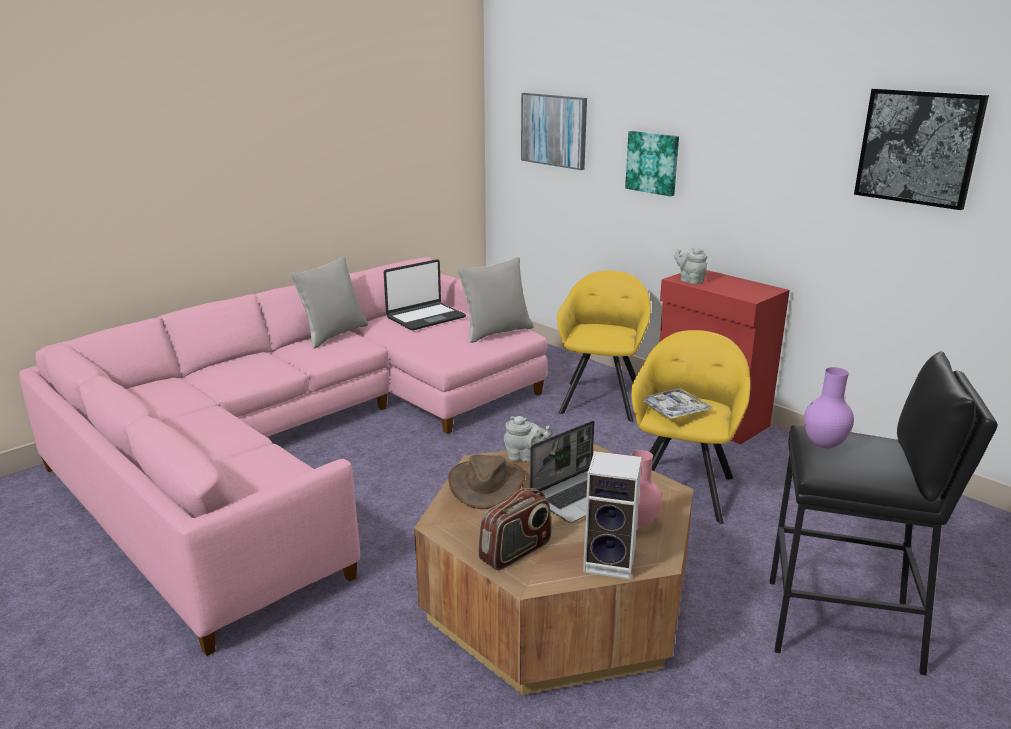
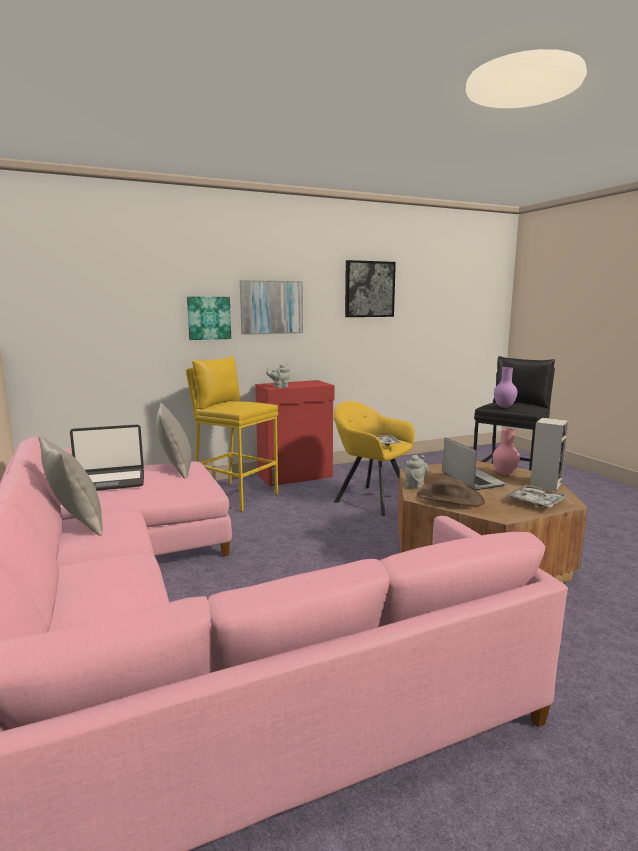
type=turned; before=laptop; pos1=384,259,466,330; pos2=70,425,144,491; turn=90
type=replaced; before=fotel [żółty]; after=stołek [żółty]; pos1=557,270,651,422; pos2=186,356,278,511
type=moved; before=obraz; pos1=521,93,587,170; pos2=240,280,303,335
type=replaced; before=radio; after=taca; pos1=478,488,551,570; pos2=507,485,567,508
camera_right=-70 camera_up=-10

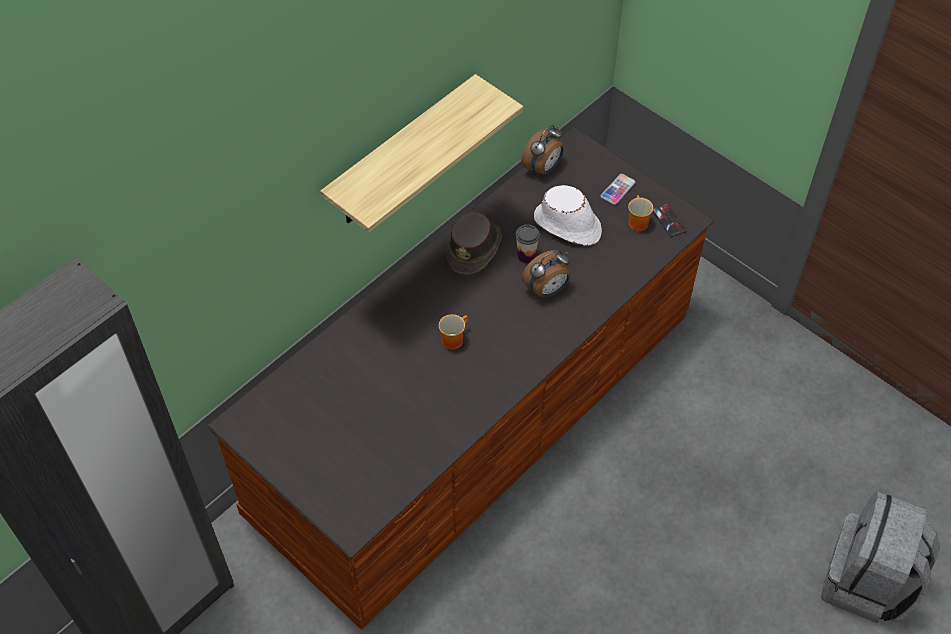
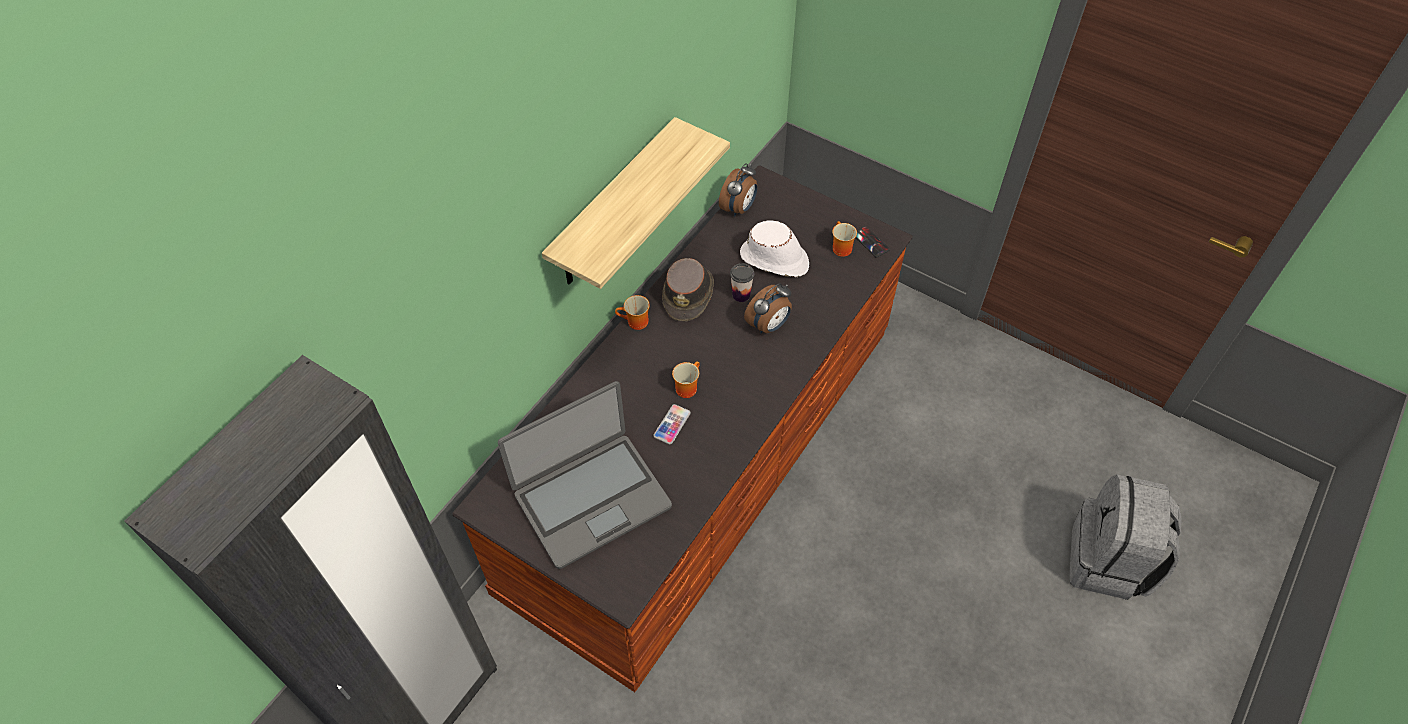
type=added; after=laptop; pos2=498,381,672,569
type=added; after=kubek; pos2=615,295,650,330
type=moved; before=telefon; pos1=600,174,636,205; pos2=653,404,691,444
camera_right=-10 camera_up=0

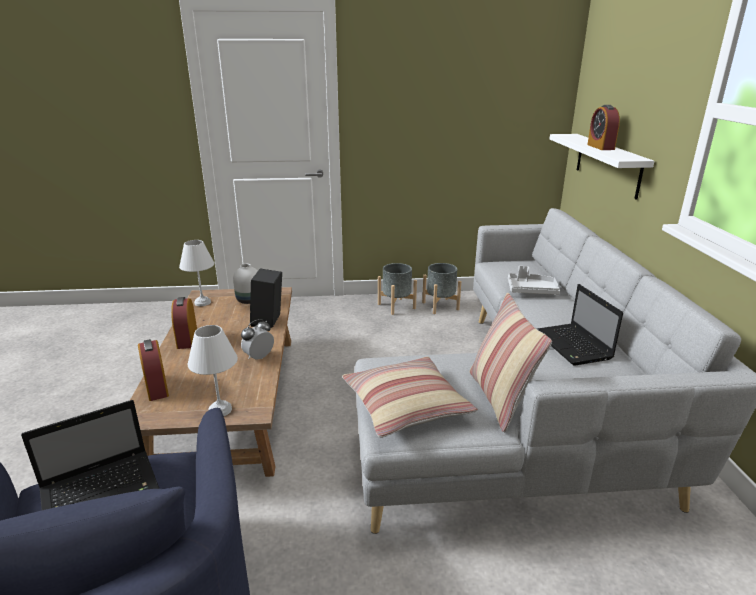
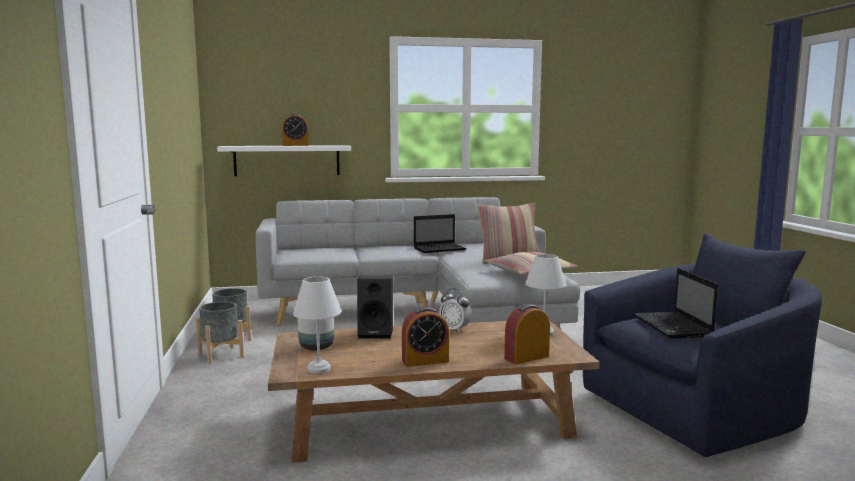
type=turned; before=laptop; pos1=21,400,159,510; pos2=633,268,718,339; turn=-150
type=removed; before=taca [szary]; pos1=508,266,560,295
camera_right=-95 camera_up=-15

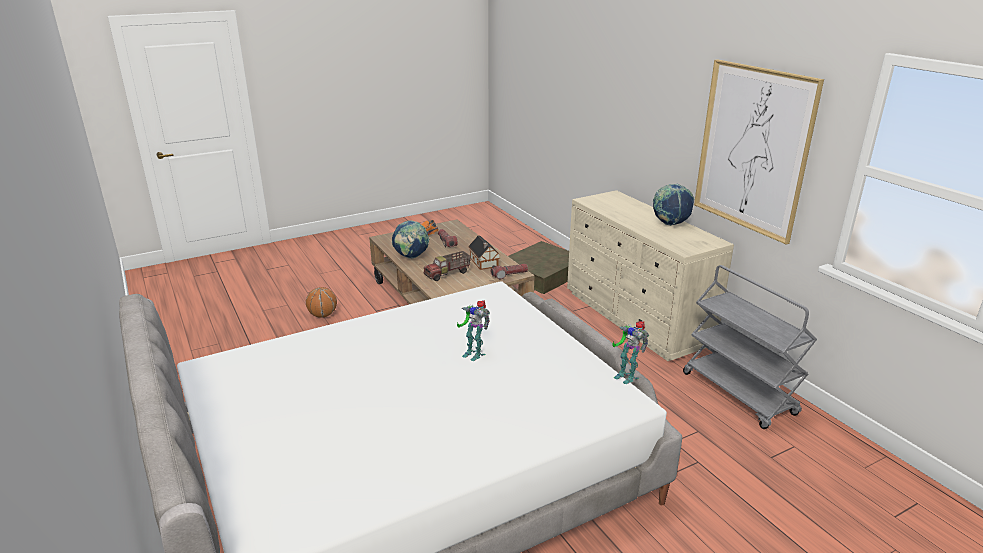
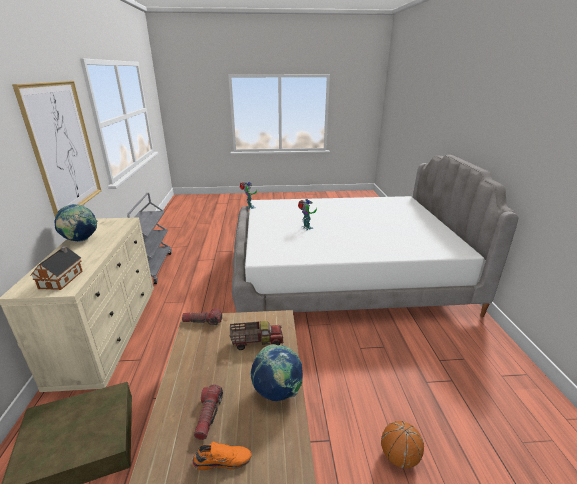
type=moved; before=domek; pos1=468,235,500,270; pos2=30,246,82,290
camera_right=-155 camera_up=0

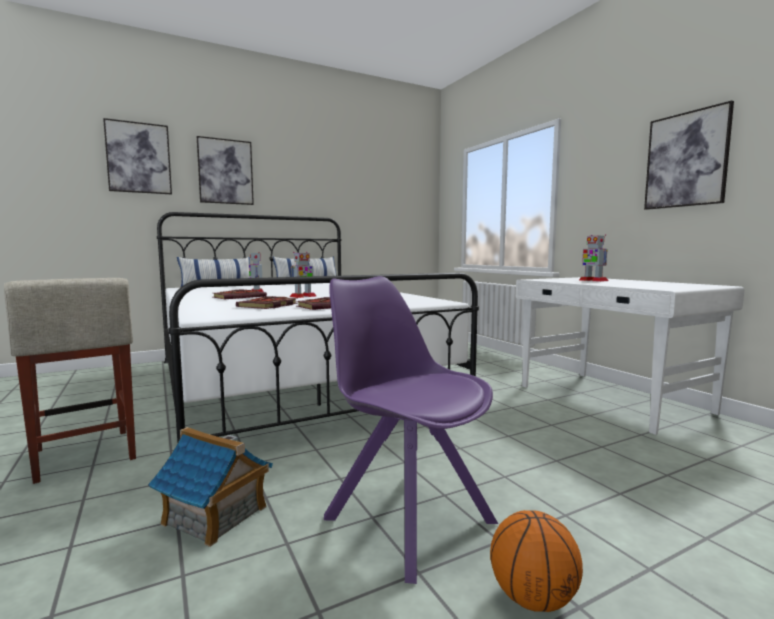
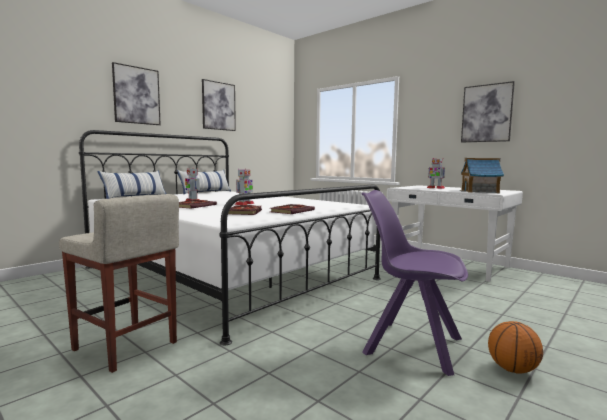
type=moved; before=obraz; pos1=103,118,172,194; pos2=202,79,236,131
type=moved; before=domek; pos1=148,427,273,547; pos2=460,158,504,193
camera_right=-20 camera_up=0

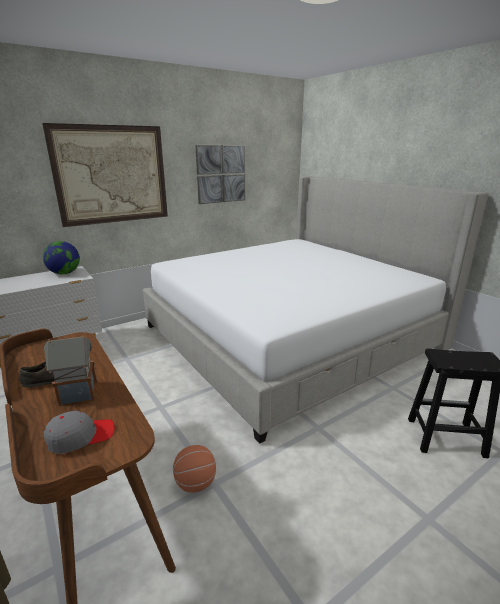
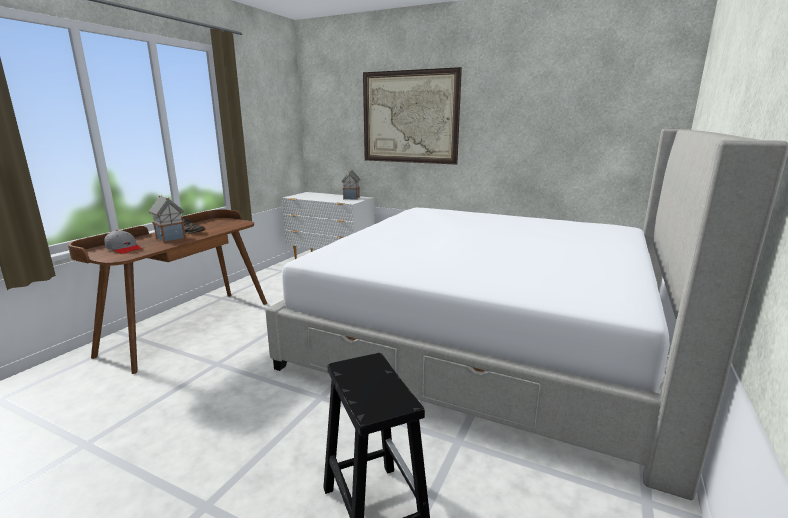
type=replaced; before=globus; after=domek; pos1=43,241,80,274; pos2=342,170,360,200
type=removed; before=piłka do koszykówki; pos1=173,445,216,493
type=removed; before=obraz; pos1=196,145,245,204
camera_right=60 camera_up=-5

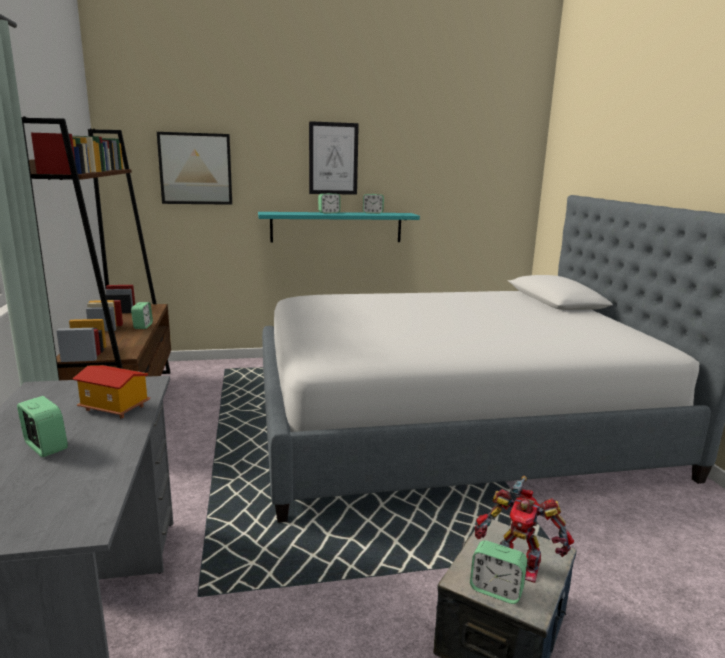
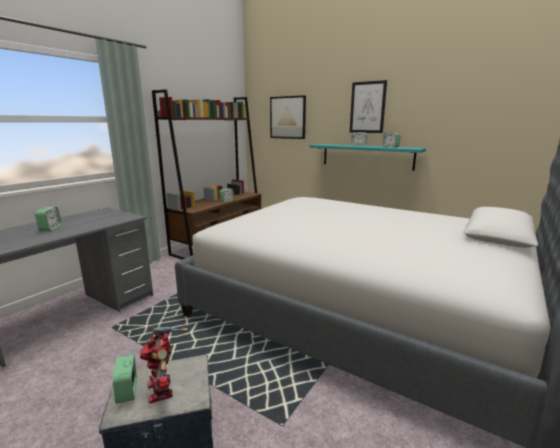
type=removed; before=domek; pos1=72,365,151,418
camera_right=45 camera_up=0

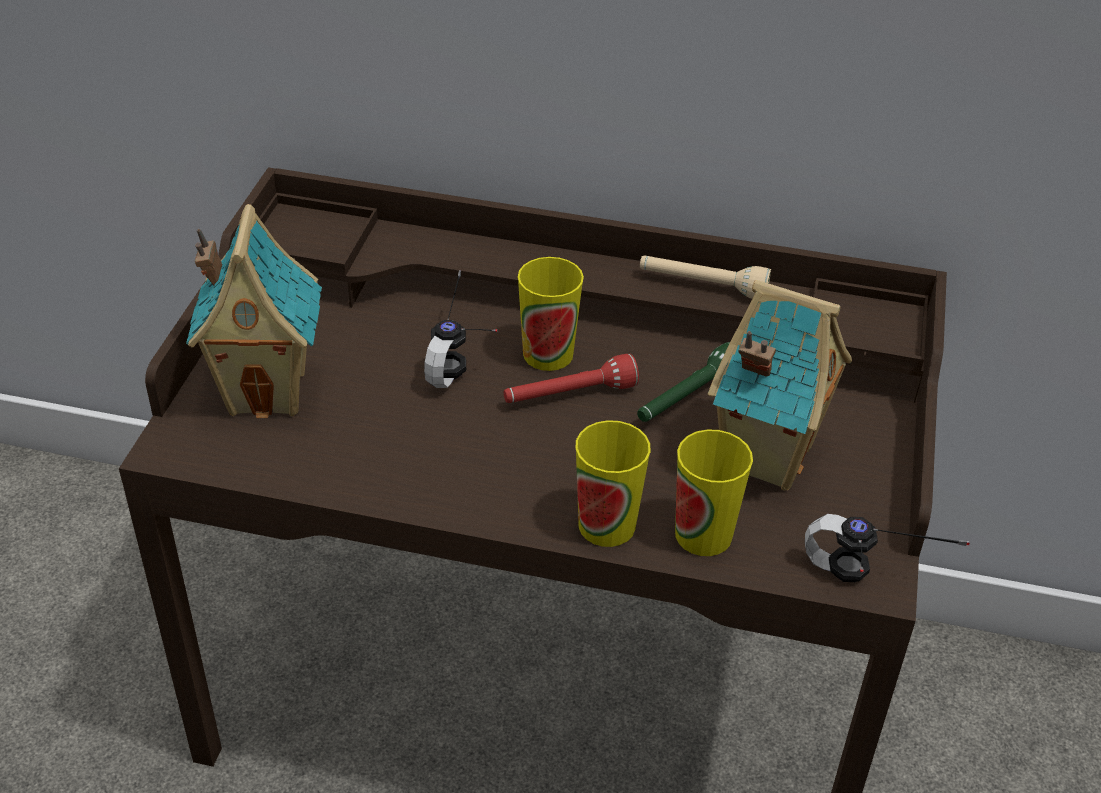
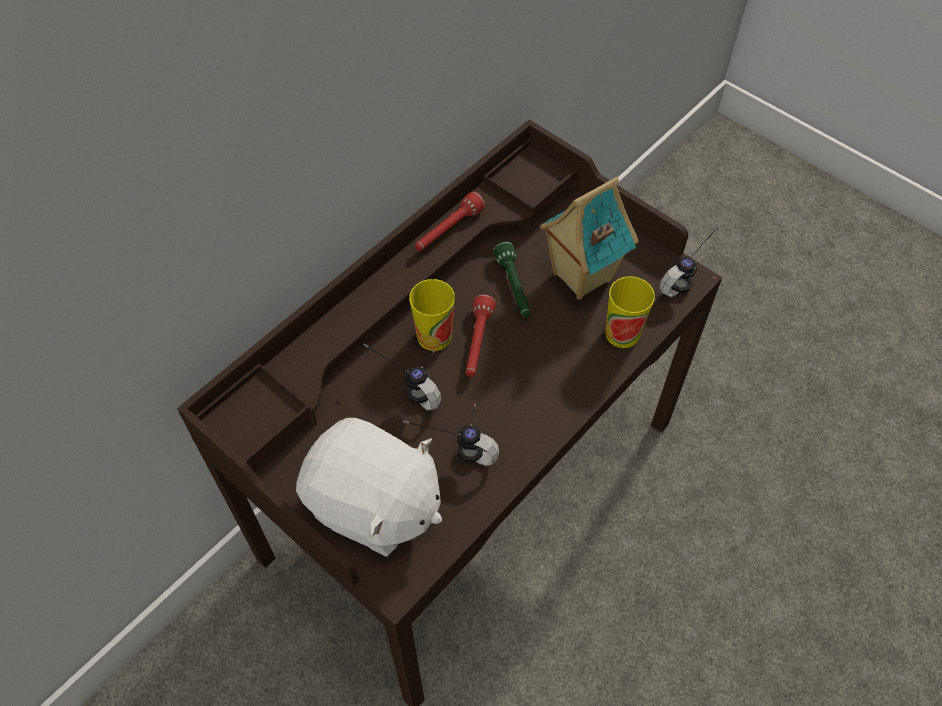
type=replaced; before=domek; after=pluszak [biały]; pos1=186,204,322,418; pos2=296,418,442,557
type=added; after=słuchawki; pos2=403,404,499,466
type=recoloured; before=latarka [beżowy]; after=latarka [czerwony]; pos1=640,256,771,299; pos2=415,191,485,251
type=removed; before=filiżanka; pos1=575,420,650,547
camera_right=-60 camera_up=15

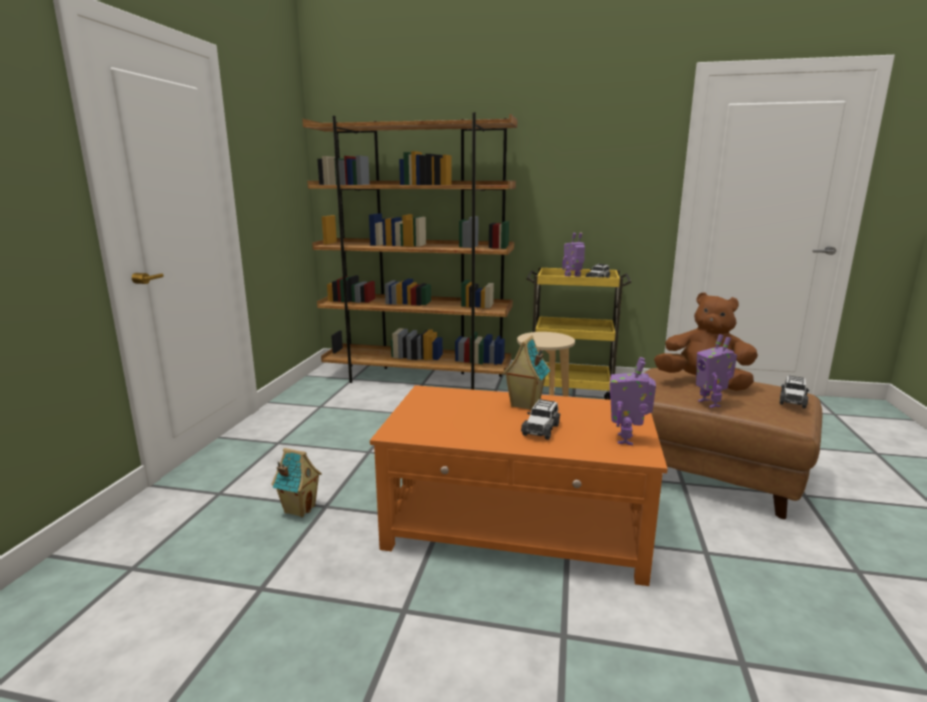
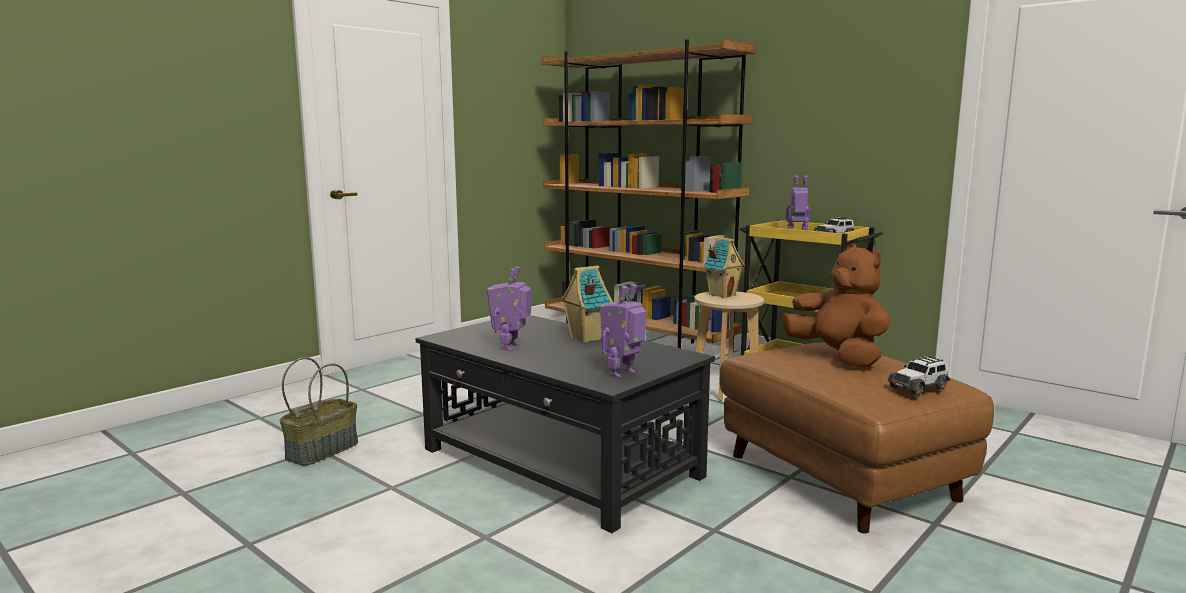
type=added; after=koszyk; pos2=280,357,358,465
type=recoloured; before=ława [pomarańczowy]; after=ława [czarny]; pos1=370,385,668,586; pos2=416,315,715,533
type=moved; before=robot zabawkowy; pos1=696,334,737,408; pos2=487,266,531,351
type=moved; before=domek; pos1=271,448,322,517; pos2=702,237,745,298
type=removed; before=samochodzik; pos1=521,399,560,440
camera_right=30 camera_up=-5

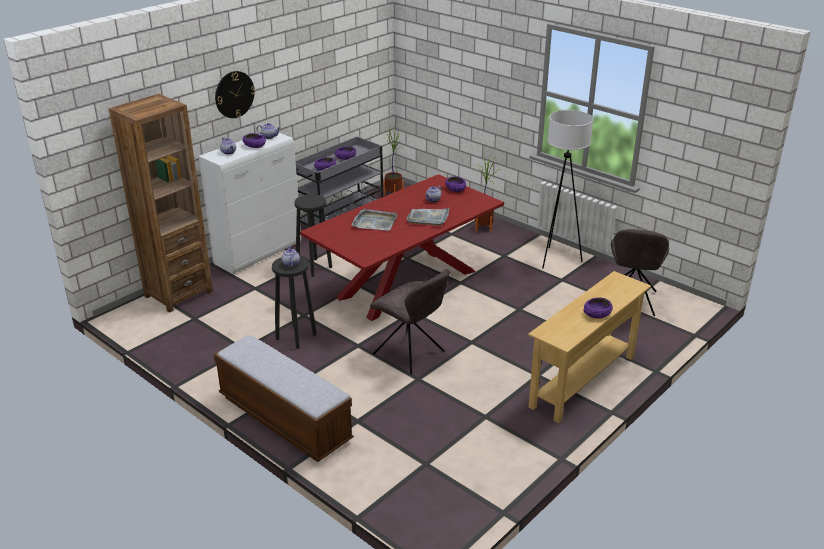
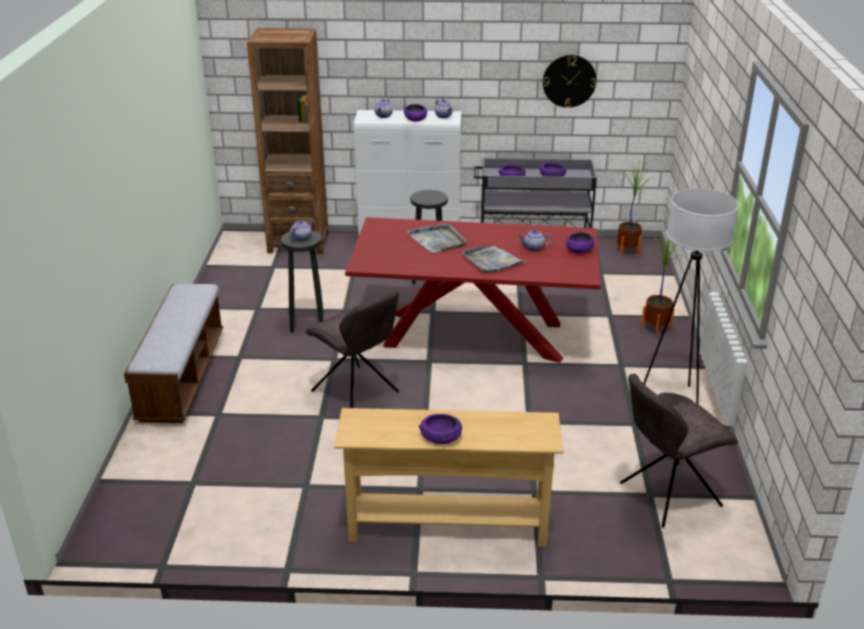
type=turned; before=krzesło [szary]; pos1=370,269,450,374; pos2=306,290,399,408; turn=-45
type=moved; before=zegar ścienny; pos1=215,71,255,118; pos2=543,55,597,108
camera_right=50 camera_up=0

